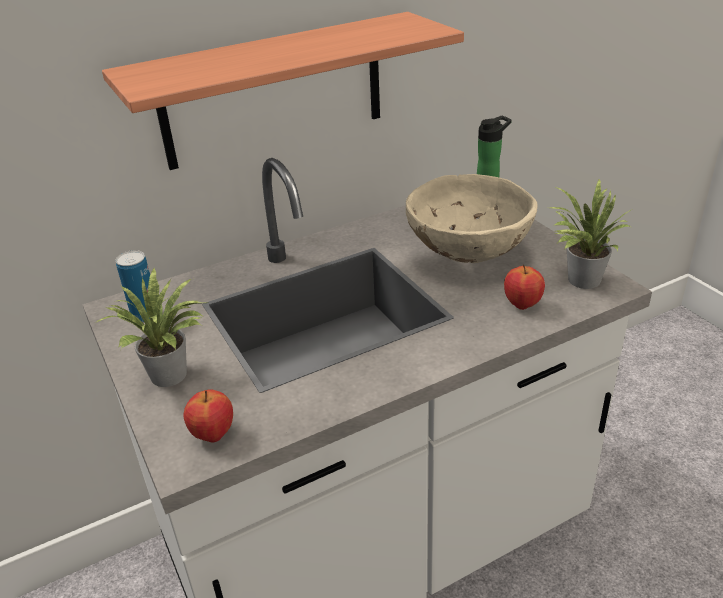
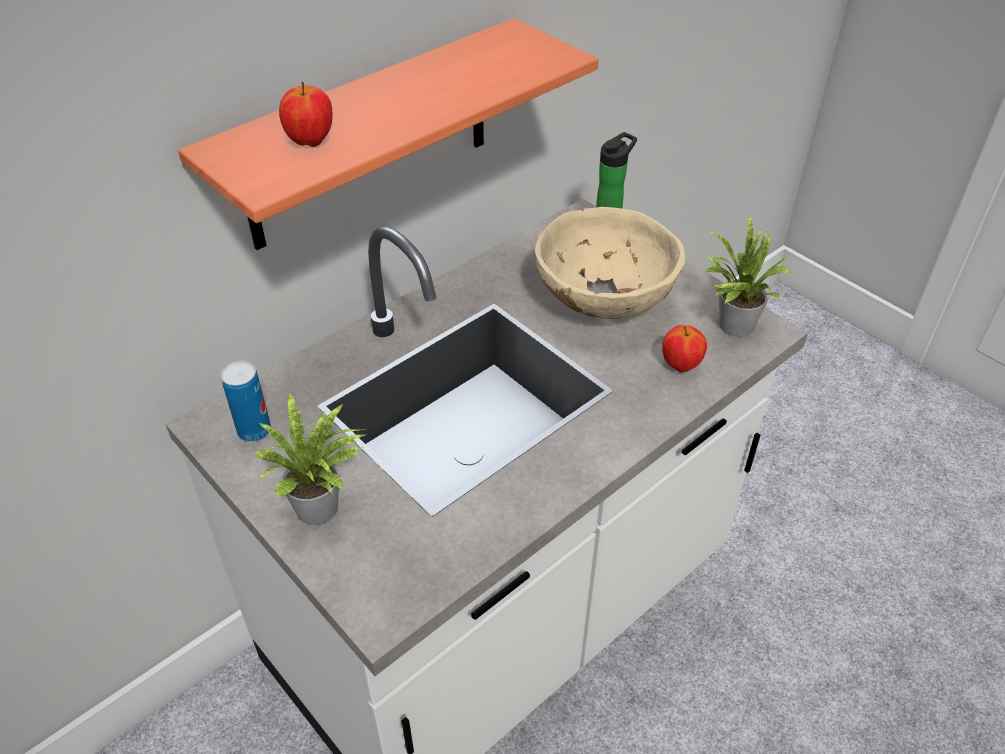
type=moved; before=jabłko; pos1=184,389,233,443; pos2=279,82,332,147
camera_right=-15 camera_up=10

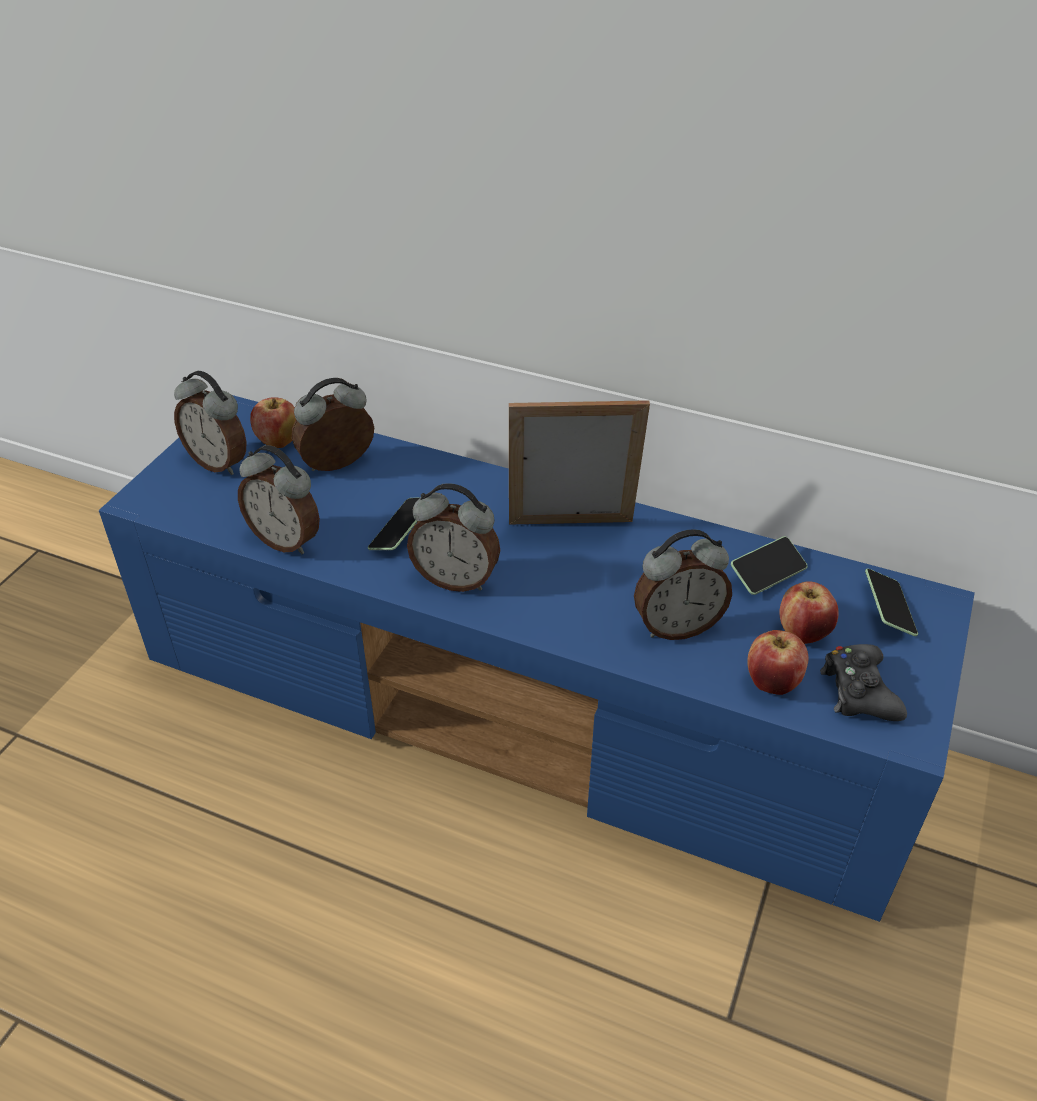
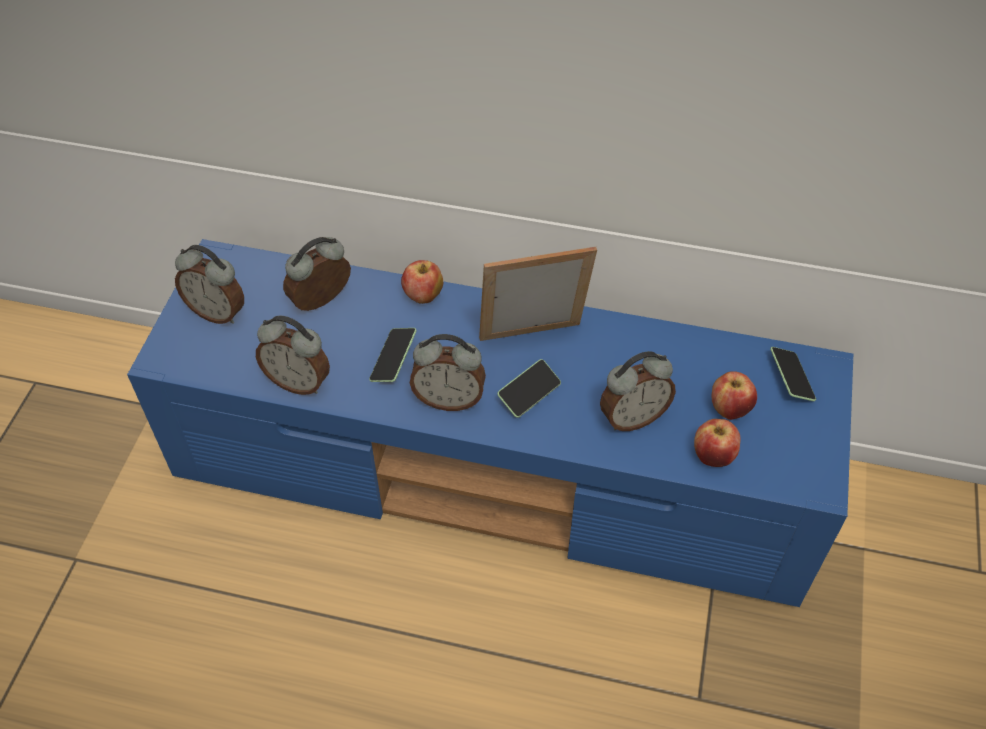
type=moved; before=jabłko; pos1=250,397,296,448; pos2=401,260,443,304
type=moved; before=telefon; pos1=731,536,807,595; pos2=497,359,561,418
type=removed; before=pad do gier [czarny]; pos1=820,644,907,721
camera_right=-10 camera_up=10

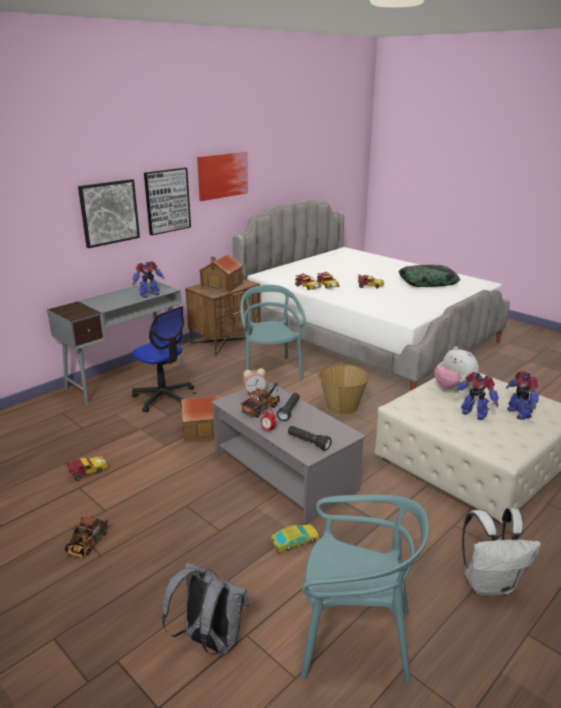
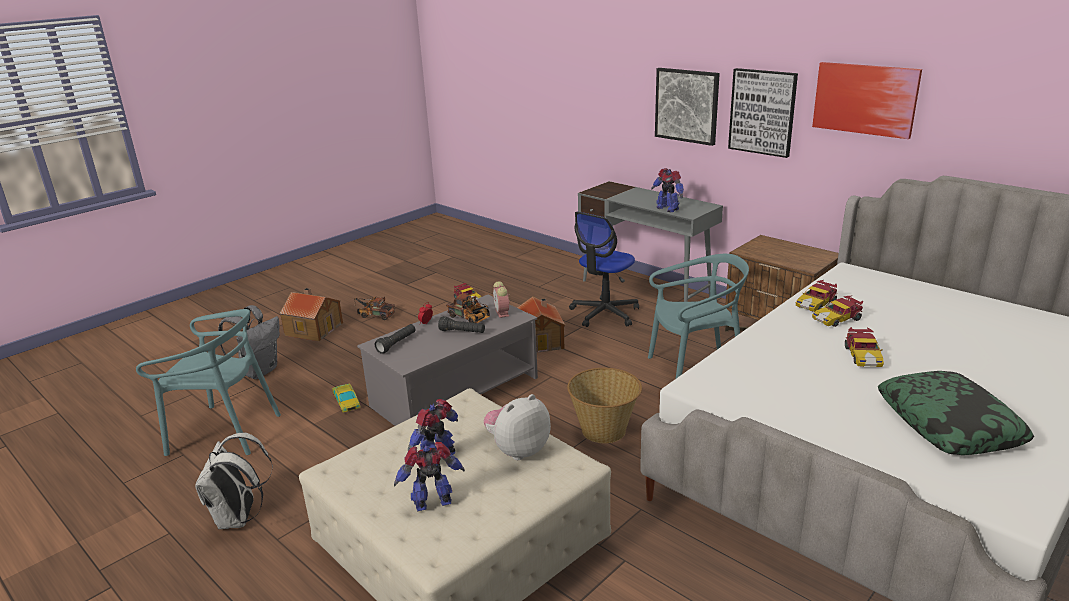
type=turned; before=krzesło [turkusowy]; pos1=300,495,429,684; pos2=136,309,281,456; turn=-90
type=moved; before=domek; pos1=199,254,243,293; pos2=279,288,343,341
camera_right=90 camera_up=0

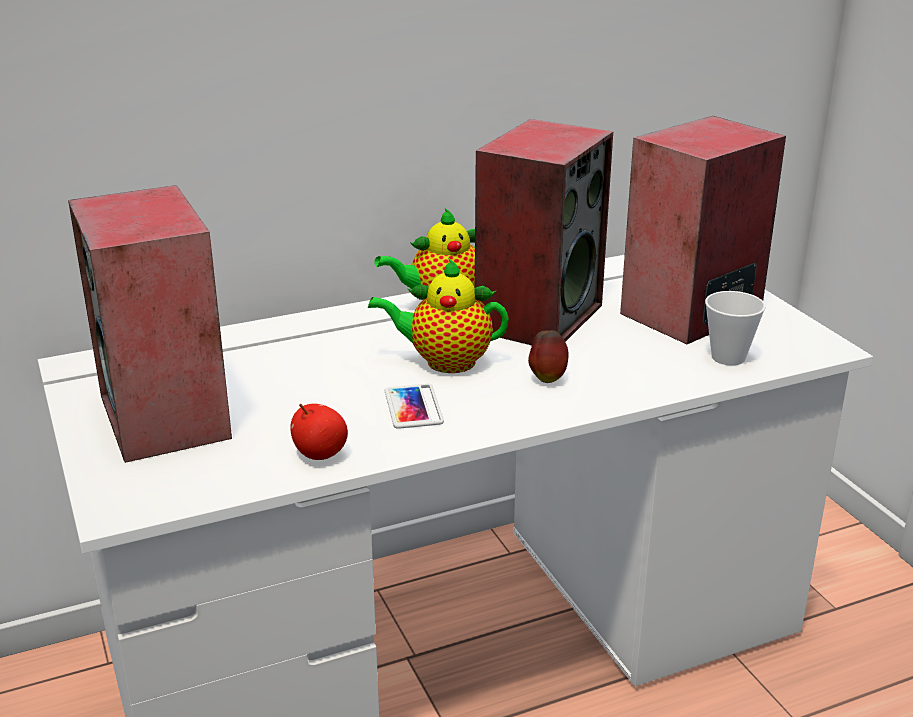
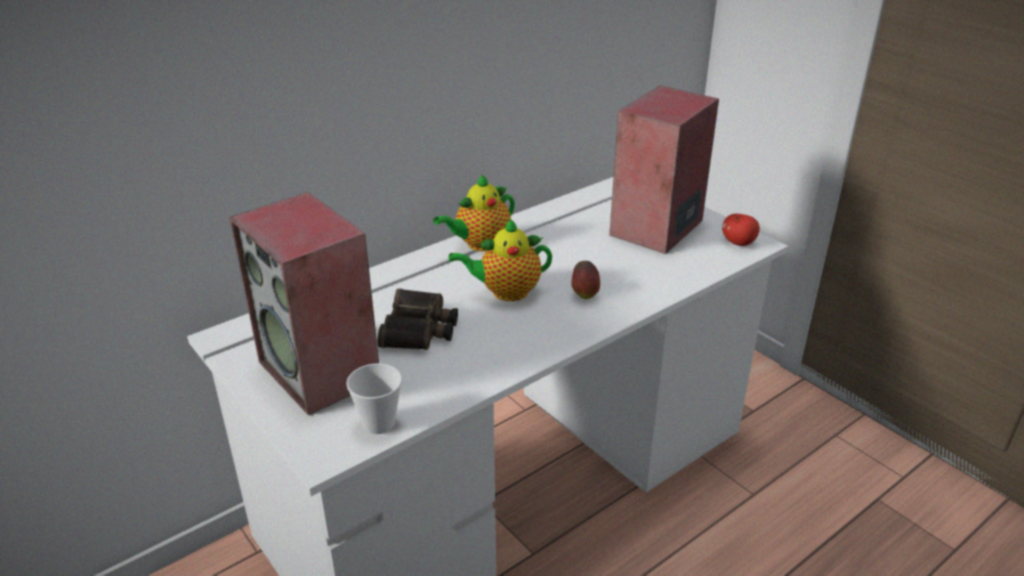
type=moved; before=filiżanka; pos1=705,291,766,366; pos2=346,363,402,434
type=added; after=lornetka; pos2=377,288,458,350
type=moved; before=jabłko; pos1=290,403,348,460; pos2=722,214,760,246
type=removed; before=telefon; pos1=384,384,444,429
type=removed; before=głośnik; pos1=475,119,613,345
camera_right=-15 camera_up=5

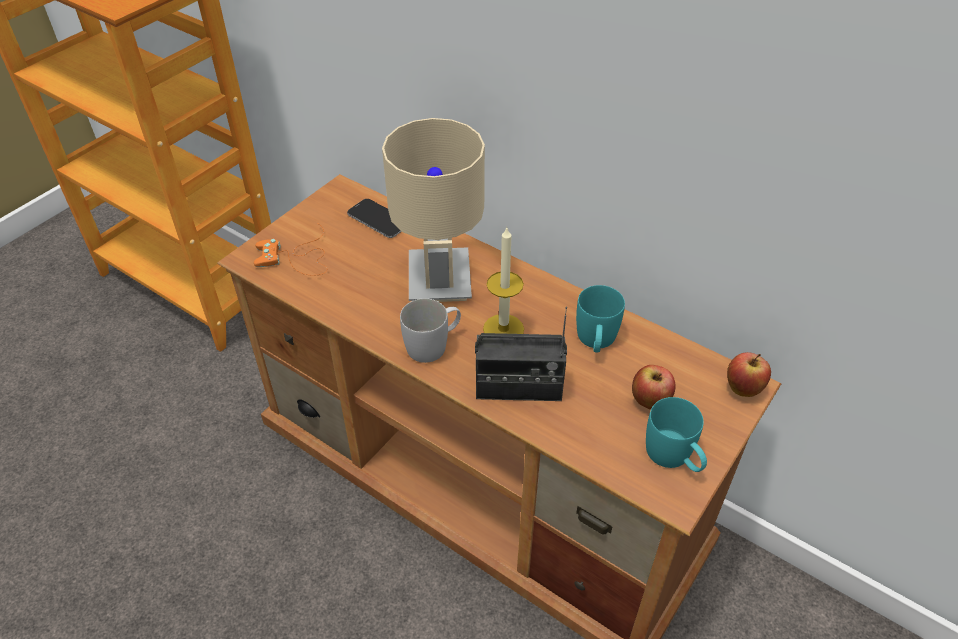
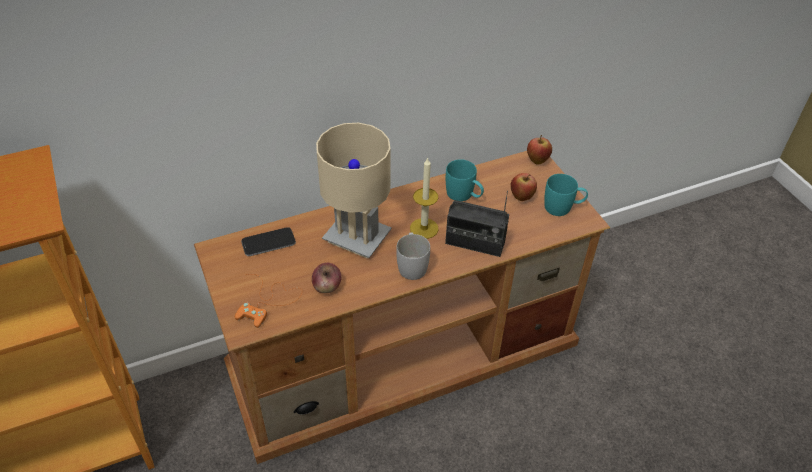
type=added; after=jabłko; pos2=312,263,341,293
type=turned; before=radio; pos1=475,307,567,401; pos2=445,191,509,257; turn=75
camera_right=-60 camera_up=0

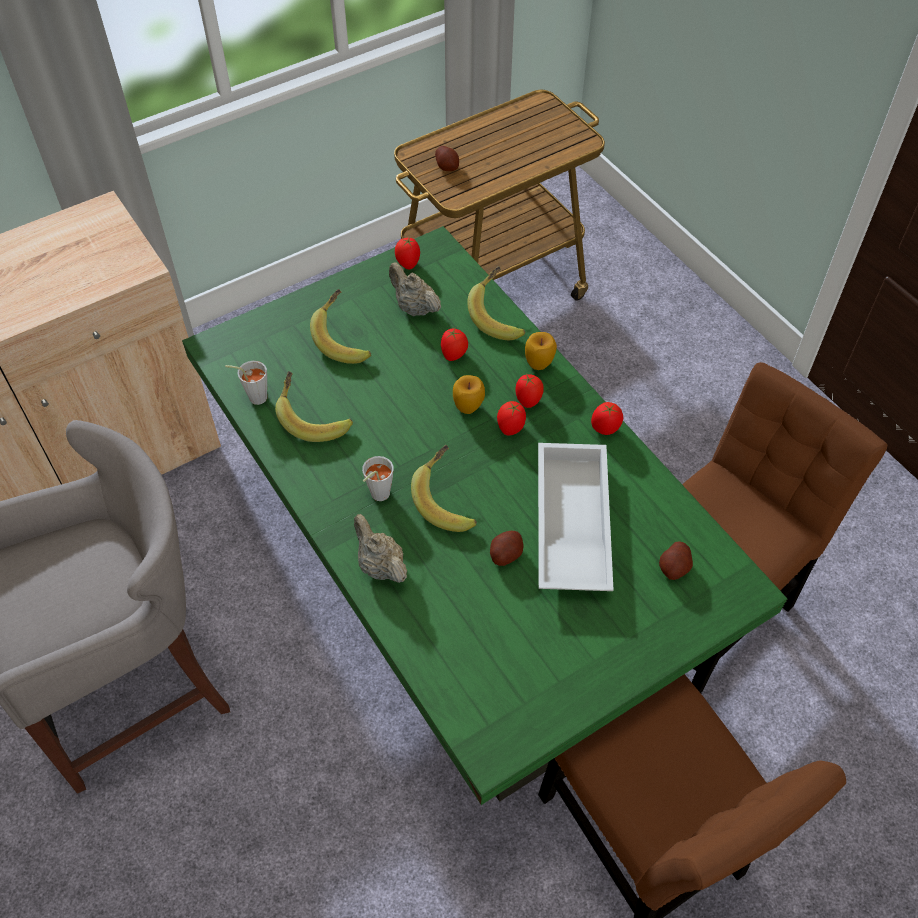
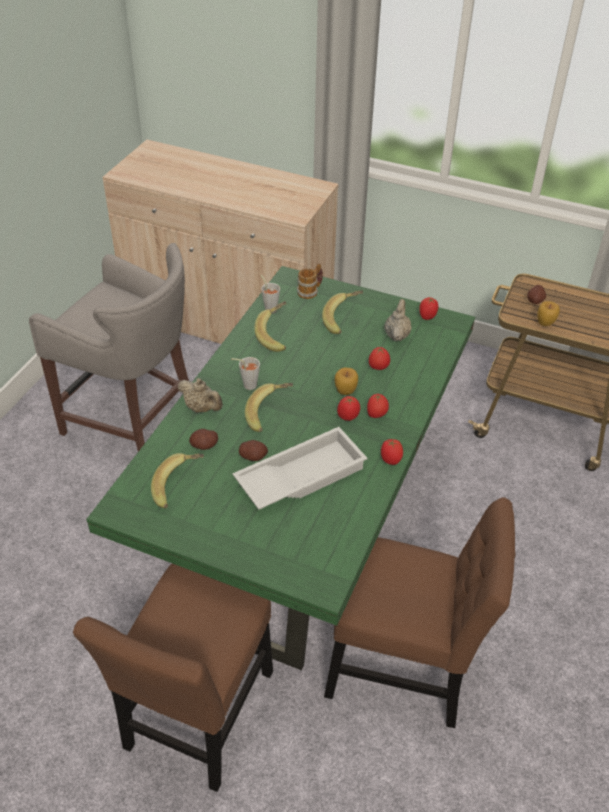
type=moved; before=banan; pos1=467,266,525,340; pos2=151,453,204,508
type=turned; before=imbryk [beżowy]; pos1=354,514,407,583; pos2=177,378,223,413; turn=105
type=moved; before=ziemniak; pos1=659,541,693,580; pos2=189,429,218,450
type=added; after=kubek; pos2=297,264,323,299
type=moved; before=jabłko; pos1=525,332,557,370; pos2=537,301,560,326
camera_right=55 camera_up=-10

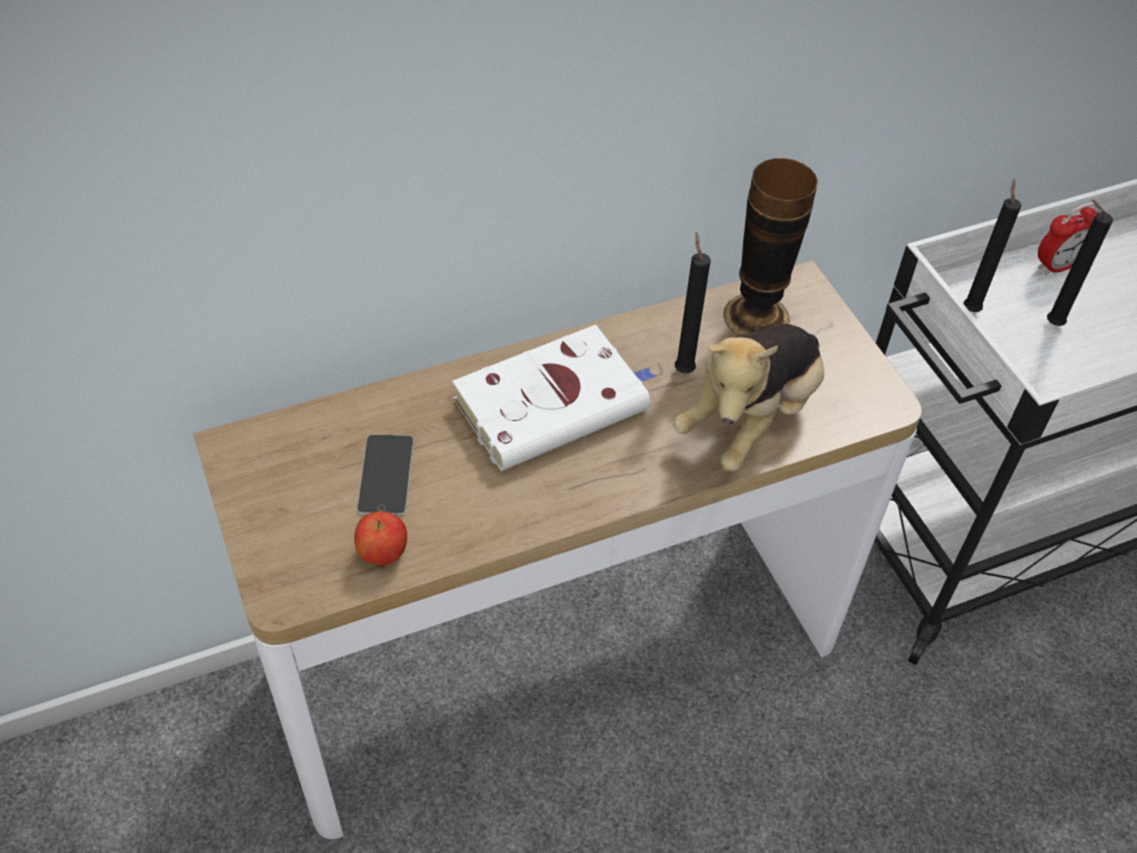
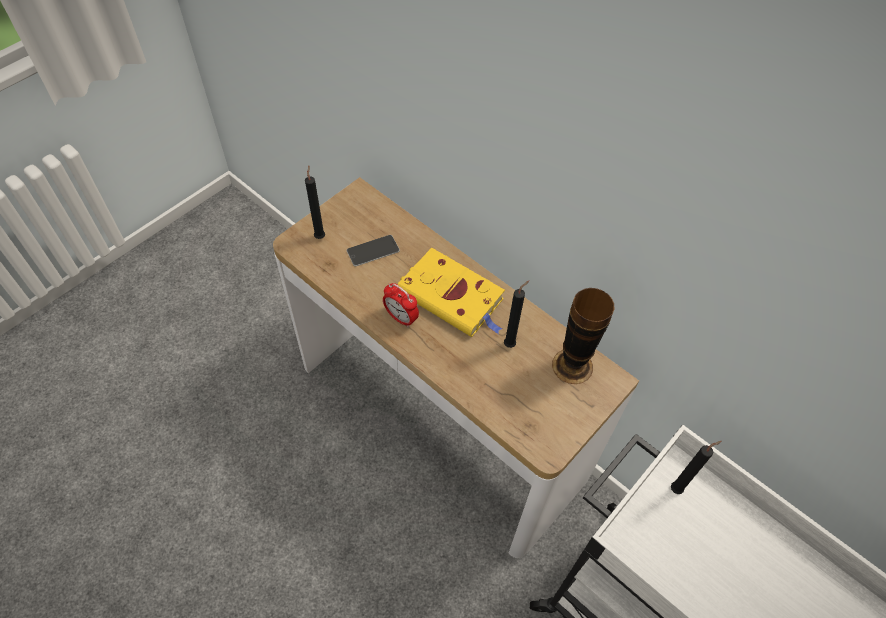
type=moved; before=świeca [czarny]; pos1=1047,199,1113,326; pos2=305,166,325,239
type=moved; before=budzik; pos1=1038,202,1100,276; pos2=383,283,419,327
type=recoloured; before=książka [biały]; after=książka [żółty]; pos1=452,325,656,471; pos2=398,248,505,337
type=removed; before=jabłko; pos1=354,511,407,565
type=removed; before=pluszak; pos1=673,324,824,472
camera_right=65 camera_up=5

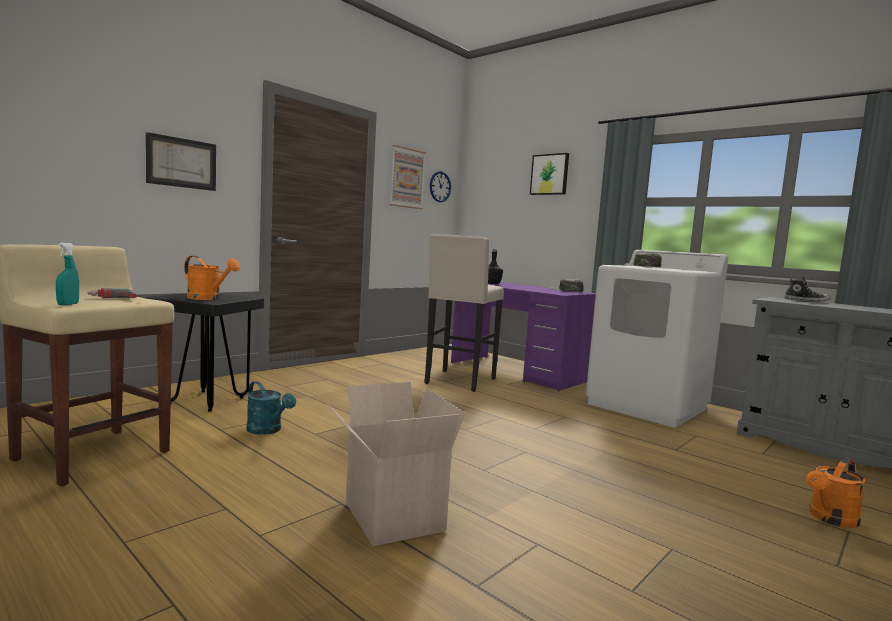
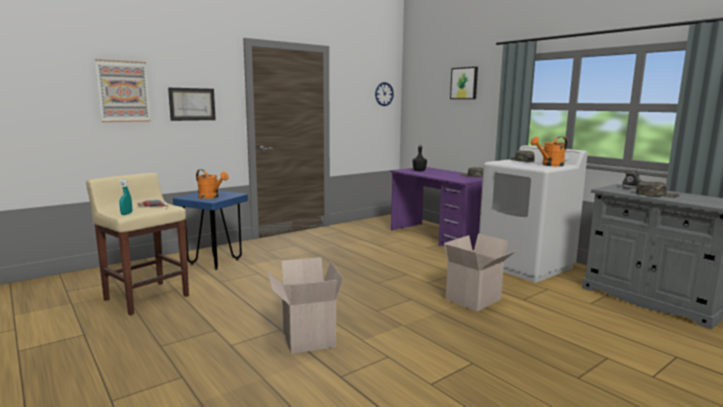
type=moved; before=obraz; pos1=390,145,426,209; pos2=95,59,151,122
type=recoloured; before=stołek [czarny]; after=stołek [niebieski]; pos1=145,293,264,412; pos2=173,191,248,270
type=added; after=karton; pos2=444,234,516,312
type=moved; before=konewka [pomarańczowy]; pos1=806,457,865,528; pos2=530,137,567,166
type=added; after=czapka z daszkiem [zielony]; pos2=636,181,680,198
type=removed; before=konewka [turkusowy]; pos1=246,381,296,435
type=removed; before=stołek [beżowy]; pos1=424,234,504,392
camera_right=10 camera_up=5

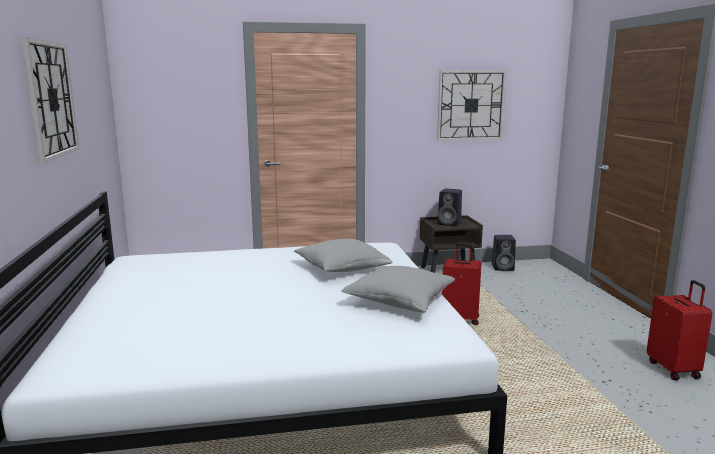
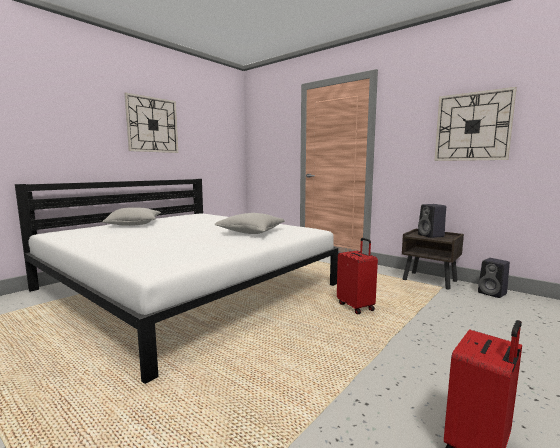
type=moved; before=poduszka [szary]; pos1=341,266,455,313; pos2=102,207,161,226
camera_right=50 camera_up=-5

